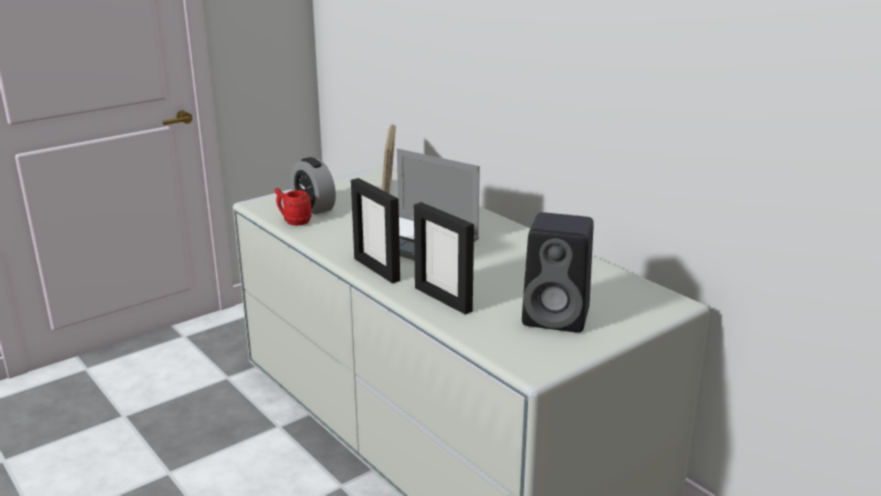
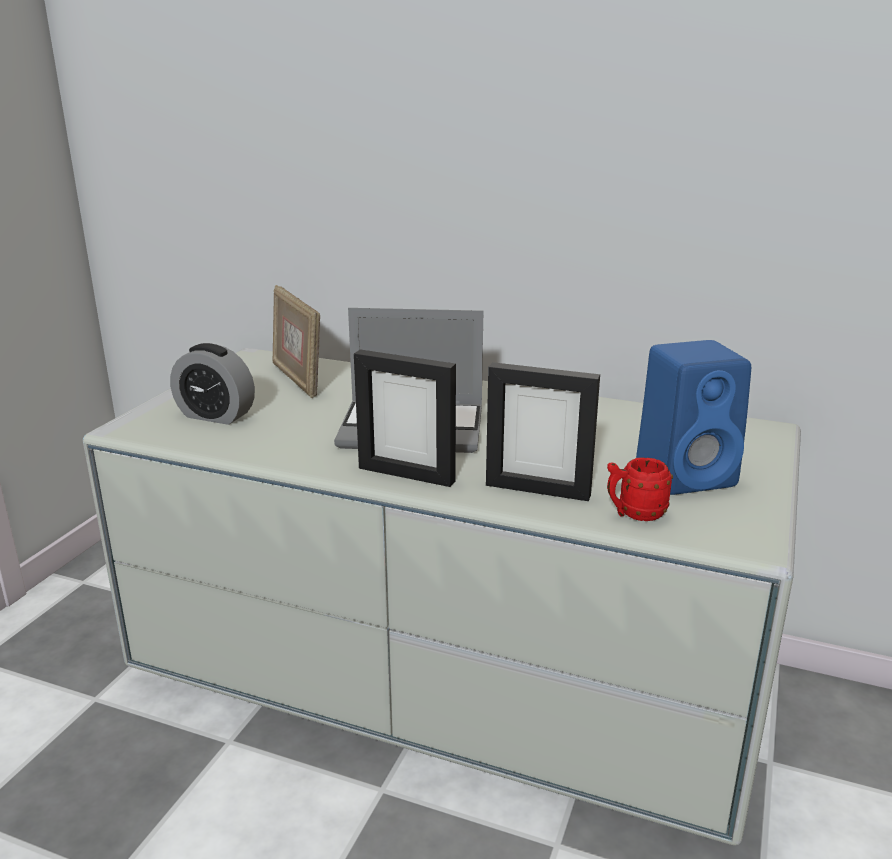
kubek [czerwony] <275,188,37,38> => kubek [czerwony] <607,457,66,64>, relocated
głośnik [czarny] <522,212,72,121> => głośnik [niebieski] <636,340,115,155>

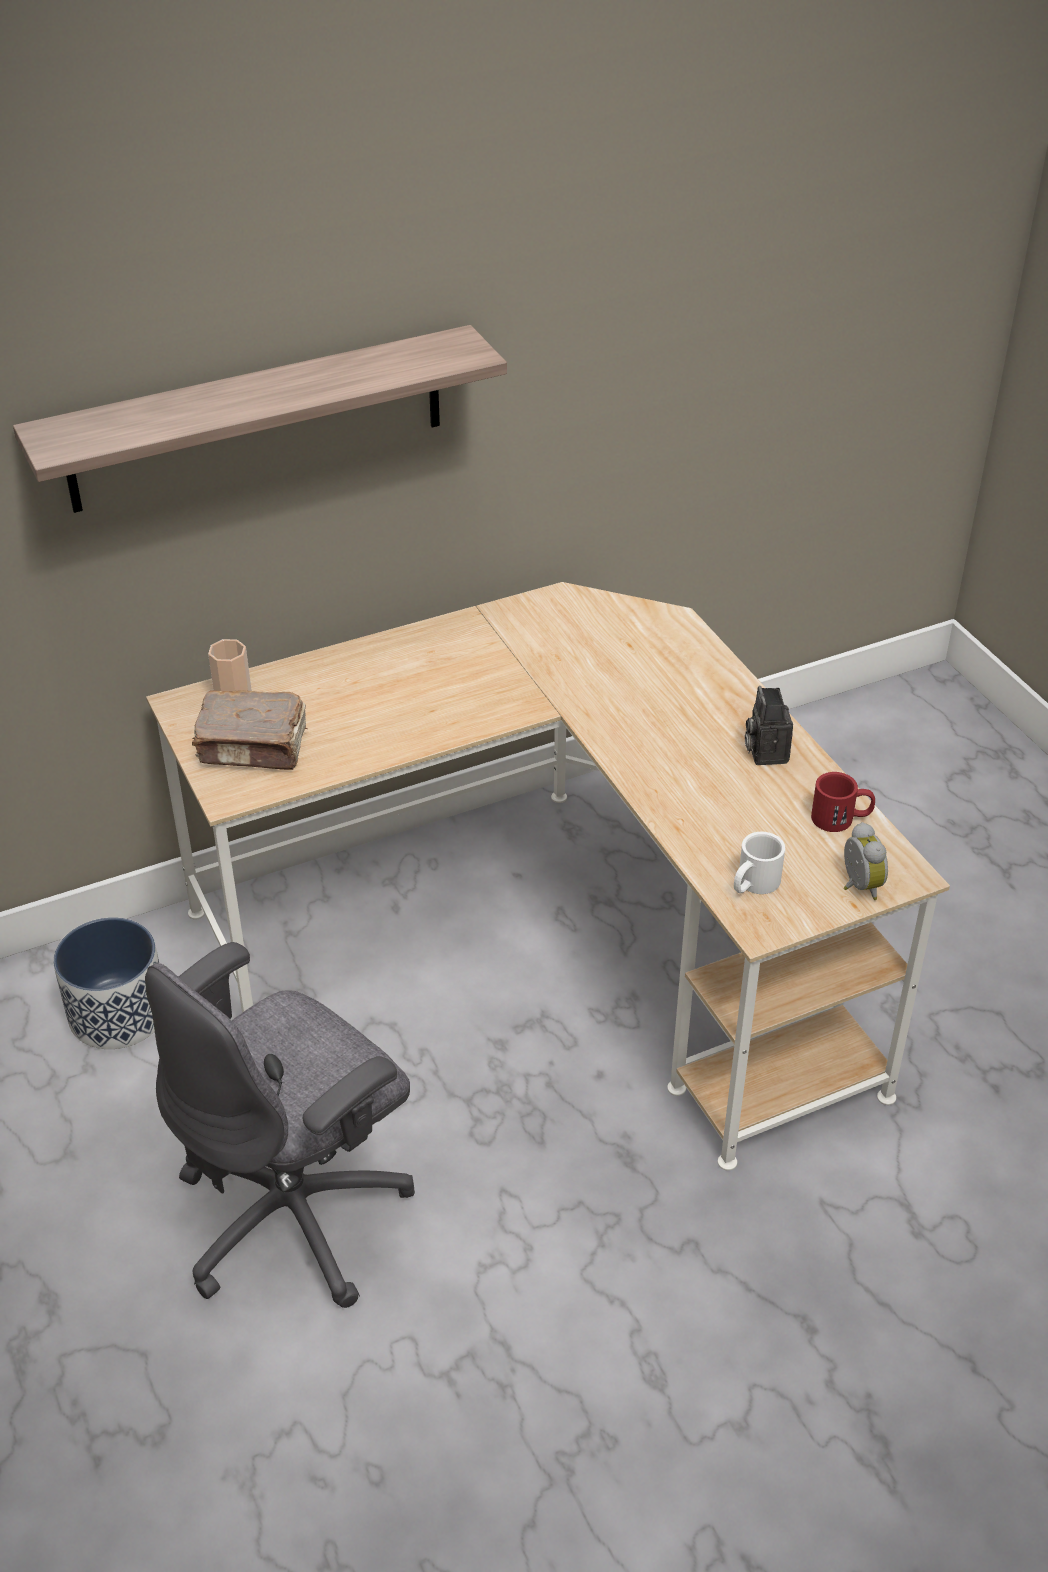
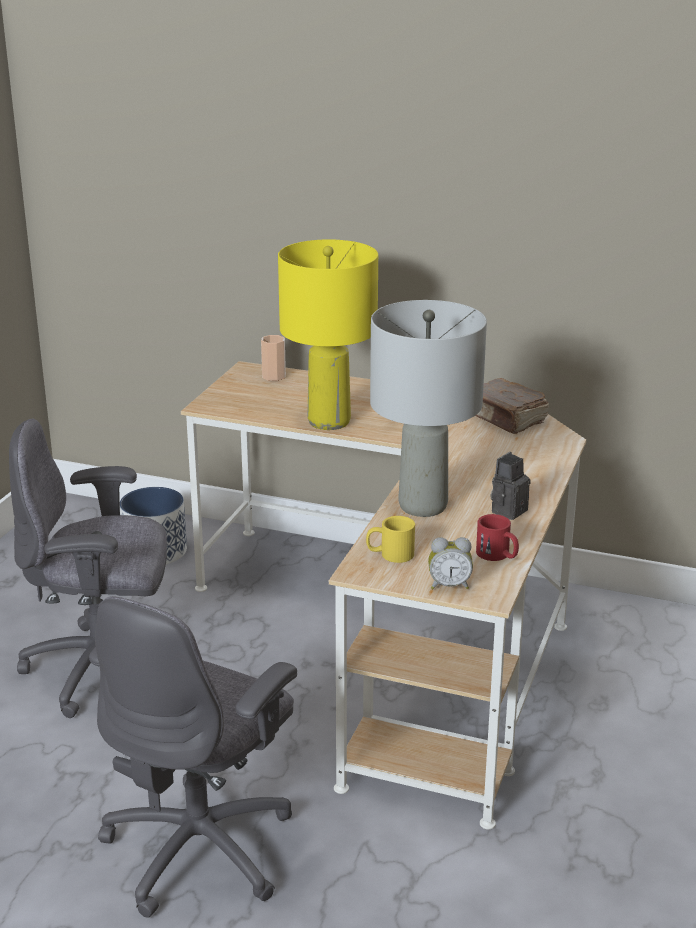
półka <13,325,494,188> => nothing
nothing => krzesło biurowe [szary] <89,596,208,322>
nothing => lampa stołowa [żółty] <278,239,100,191>
nothing => lampa stołowa [szary] <370,300,117,217>
książka [brązowy] <192,690,115,80> => książka [brązowy] <475,378,74,56>, relocated
kubek [biały] <734,832,51,62> => kubek [żółty] <366,516,49,47>
budzik <844,822,44,78> => budzik <428,537,45,52>, 60 degrees clockwise

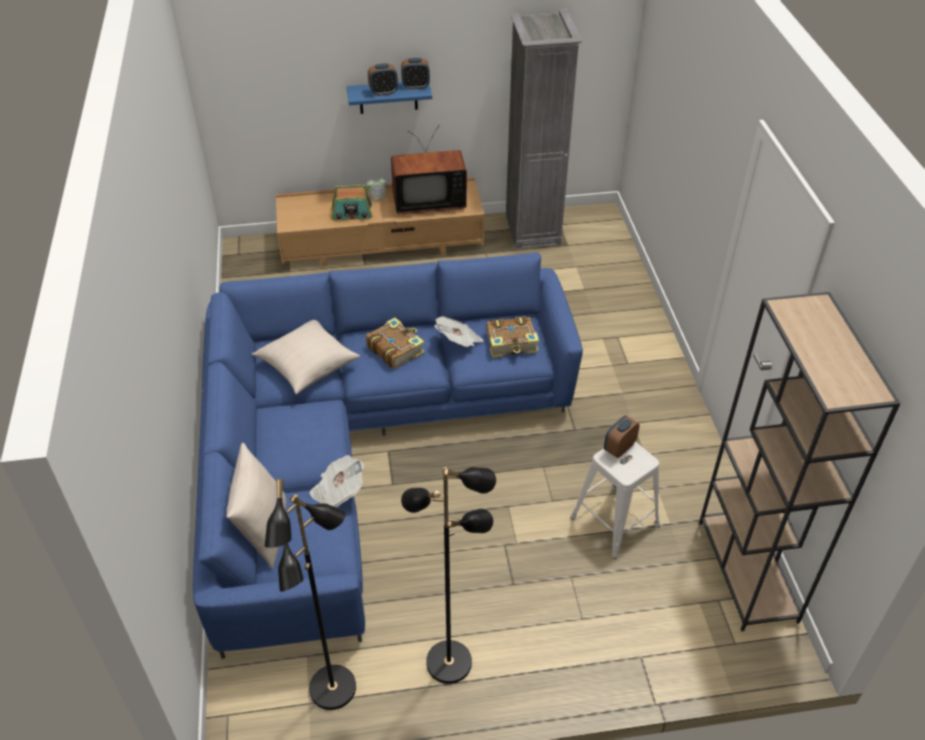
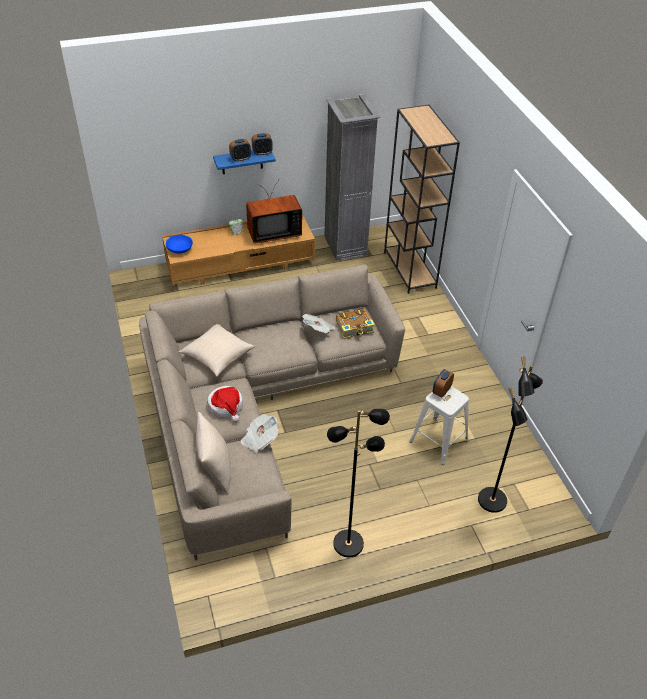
radio <332,185,40,35> => nothing
książka <366,318,59,51> => nothing
nothing => miska [niebieski] <166,235,27,19>
nothing => kapelusz <207,386,36,37>
lampa stojąca [czarny] <264,478,92,232> => lampa stojąca [czarny] <478,357,65,156>, relocated
regał <699,292,202,339> => regał <384,105,76,189>, relocated
kanapa [niebieski] <193,252,390,407> => kanapa [beżowy] <139,264,266,296>

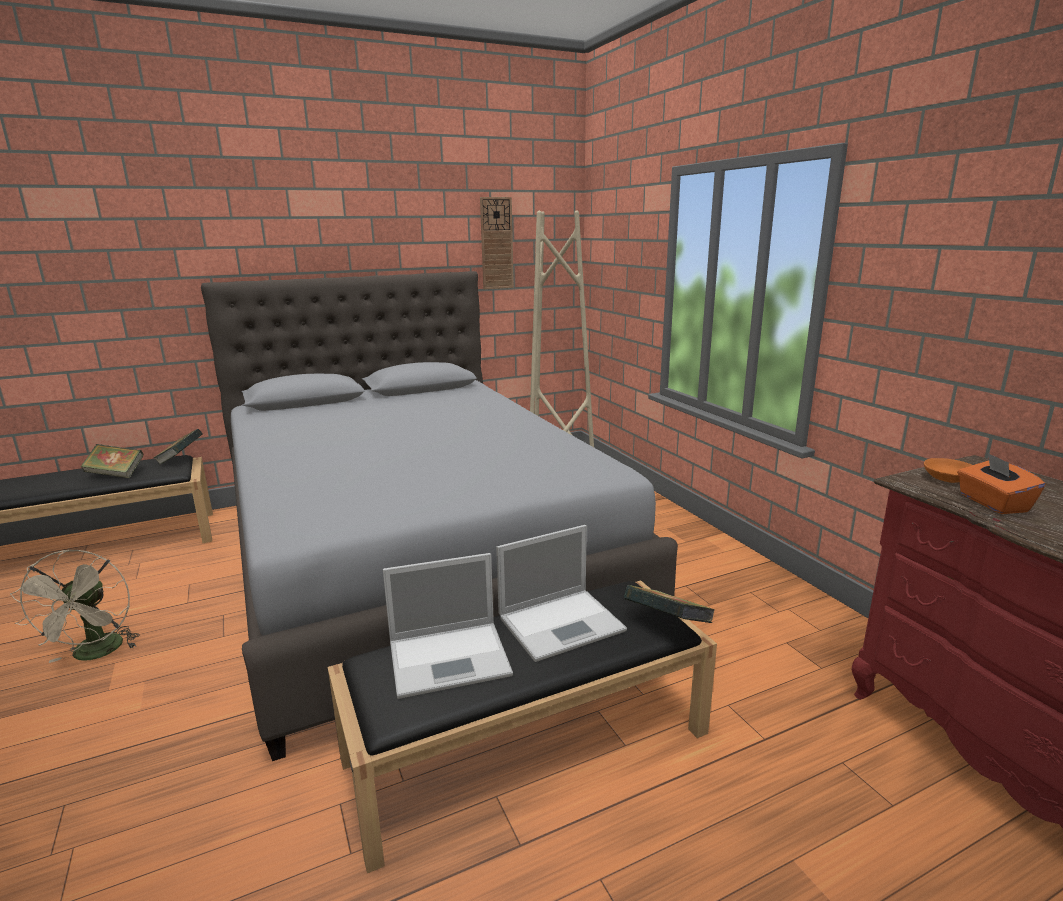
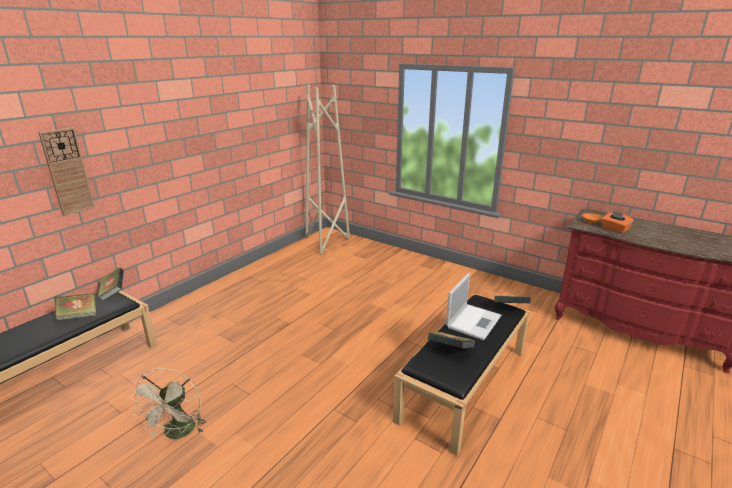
łóżko [szary] <201,271,477,490> => nothing
zegar ścienny <480,197,34,92> => zegar ścienny <38,127,57,89>, relocated
laptop <383,553,130,146> => książka <428,332,47,16>
wentylator [beżowy] <10,549,130,114> => wentylator [beżowy] <129,368,77,71>, 45 degrees clockwise

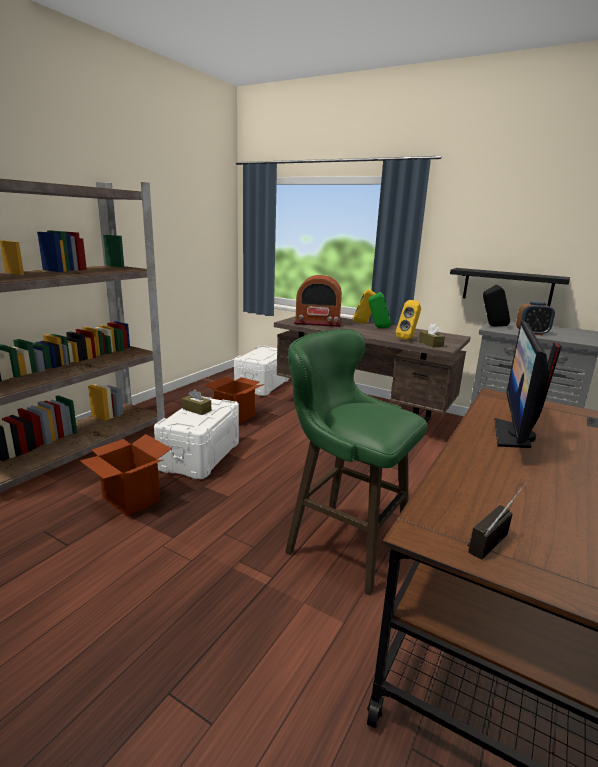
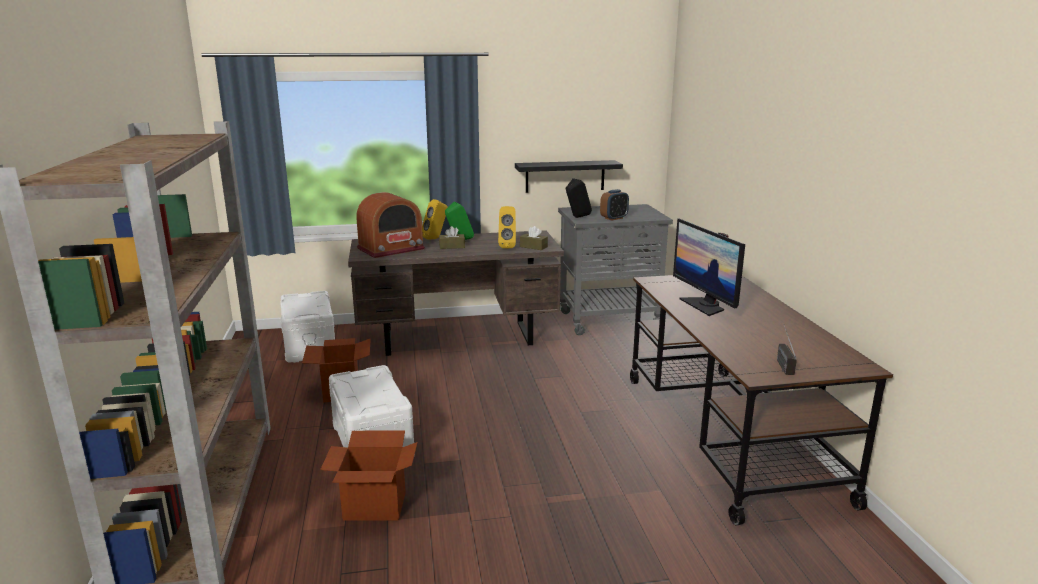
stołek [zielony] <285,329,143,267> => nothing
pudełko chusteczek [brązowy] <182,389,29,26> => pudełko chusteczek [brązowy] <439,226,26,23>, relocated

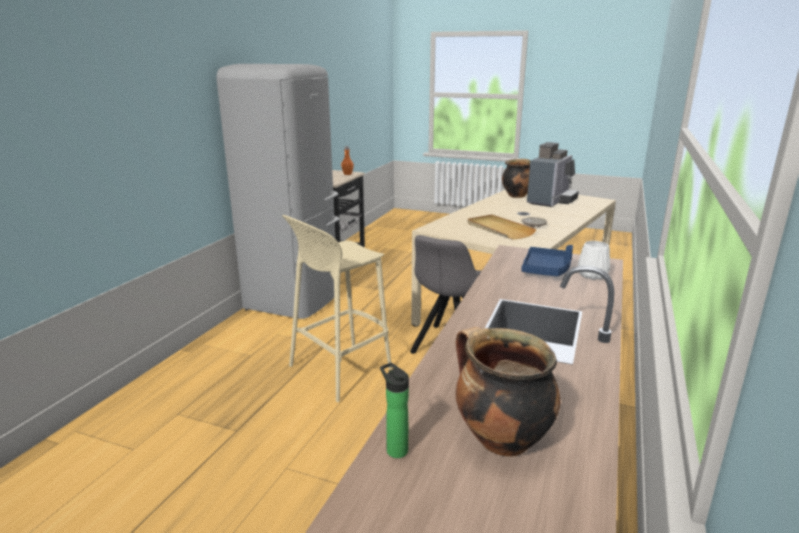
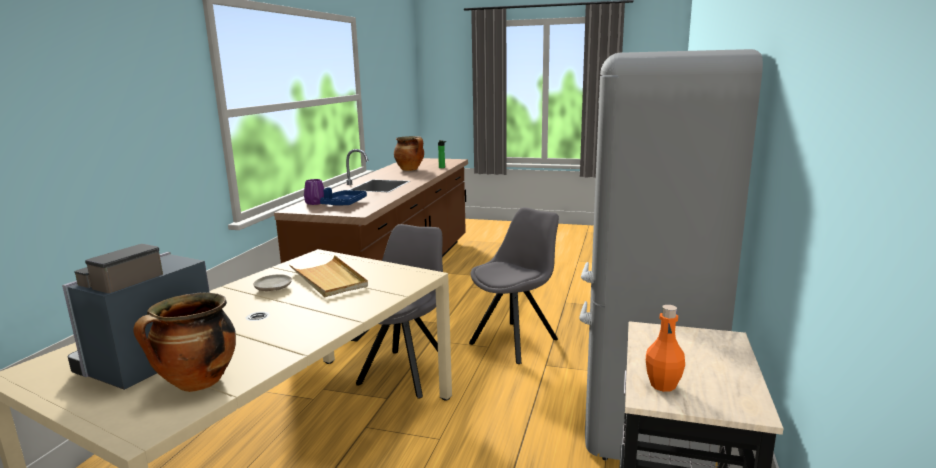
stołek [beżowy] <282,215,110,187> => krzesło [szary] <469,207,90,157>
wazon [biały] <577,241,33,39> => wazon [fioletowy] <304,179,20,26>

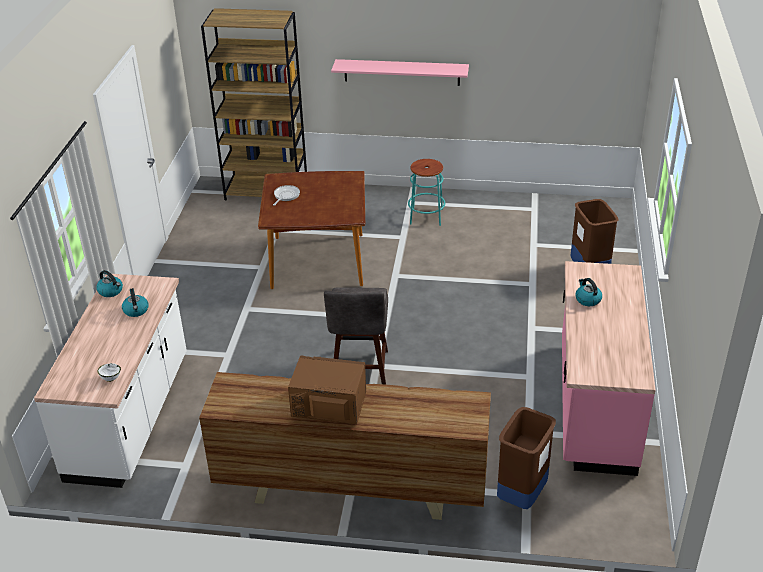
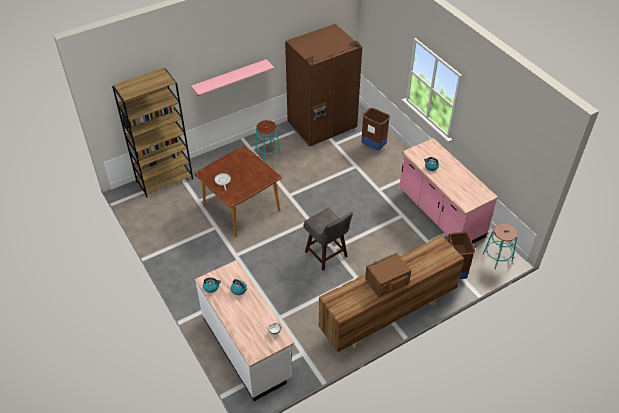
nothing => lodówka [brązowy] <285,24,77,123>
nothing => stołek [turkusowy] <483,223,34,46>

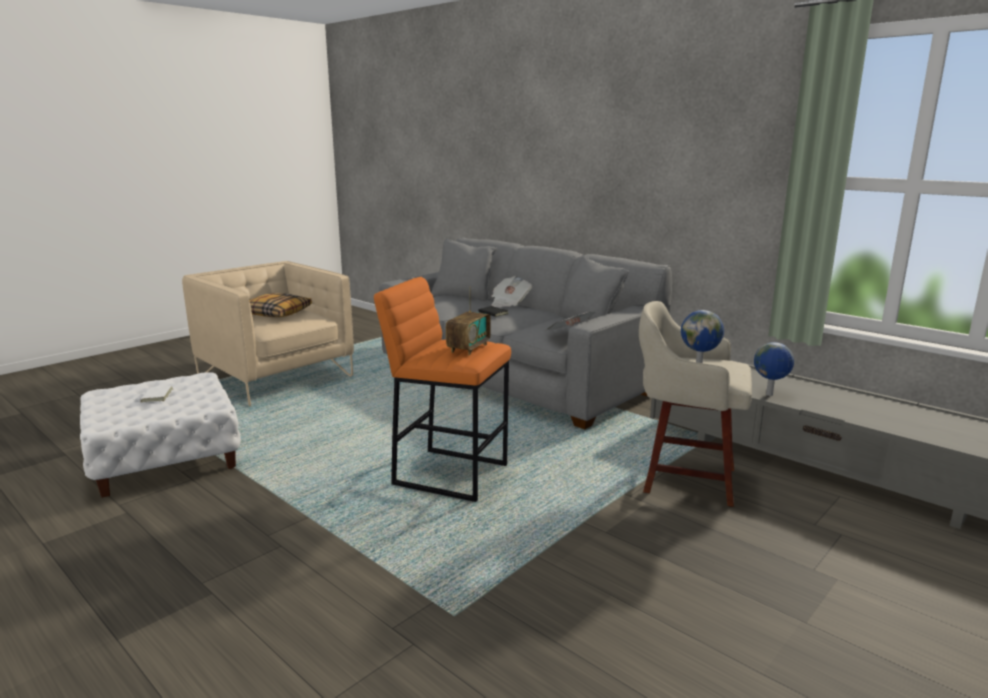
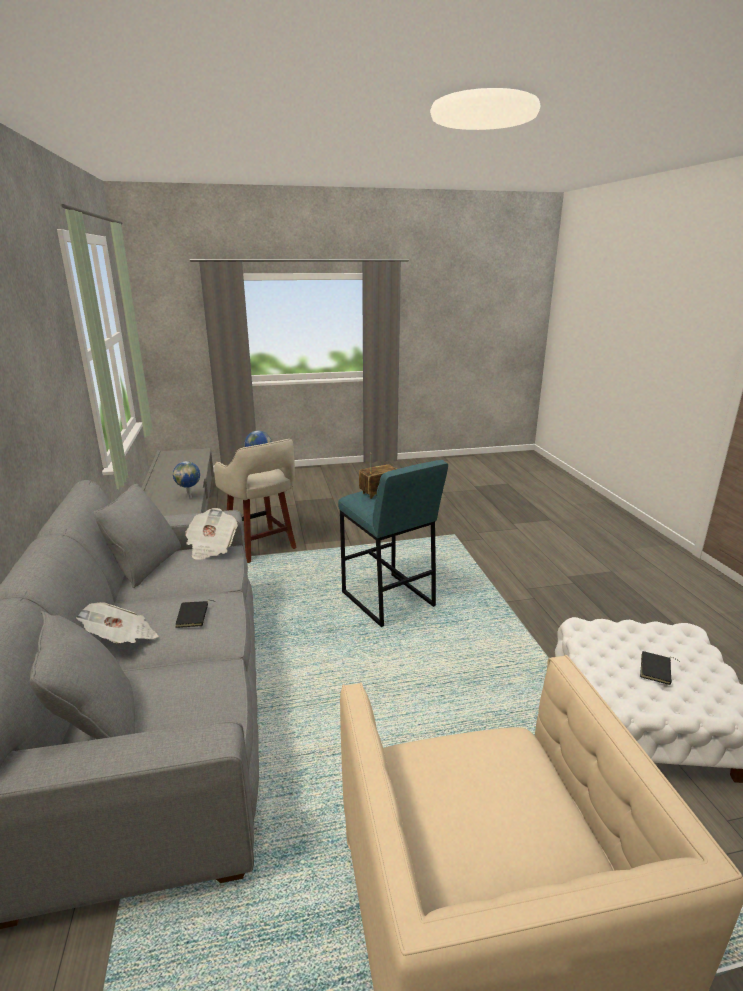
poduszka <249,293,63,24> => nothing
książka [biały] <133,386,40,16> => książka [czarny] <640,651,39,34>
stołek [pomarańczowy] <374,277,137,225> => stołek [turkusowy] <338,460,110,167>

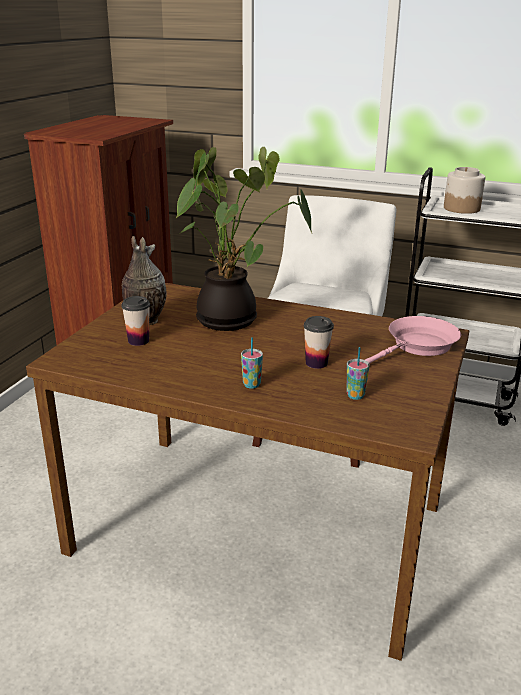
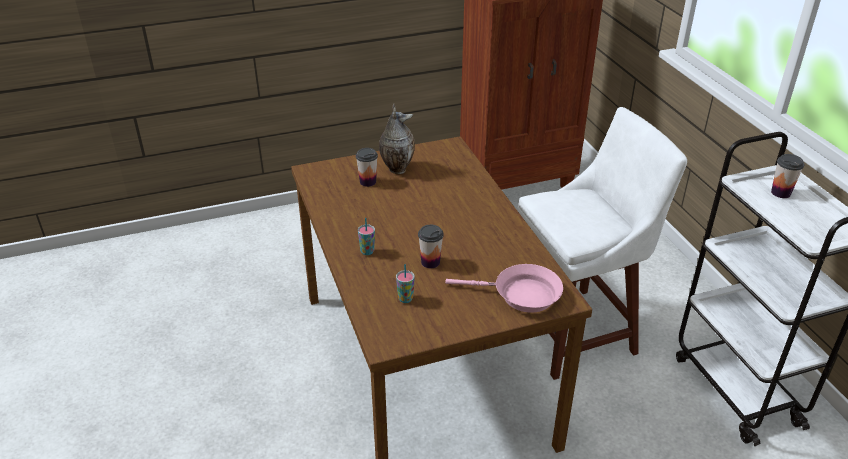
roślina doniczkowa <175,147,137,184> => nothing
słoik <444,167,41,47> => filiżanka <771,154,33,44>

